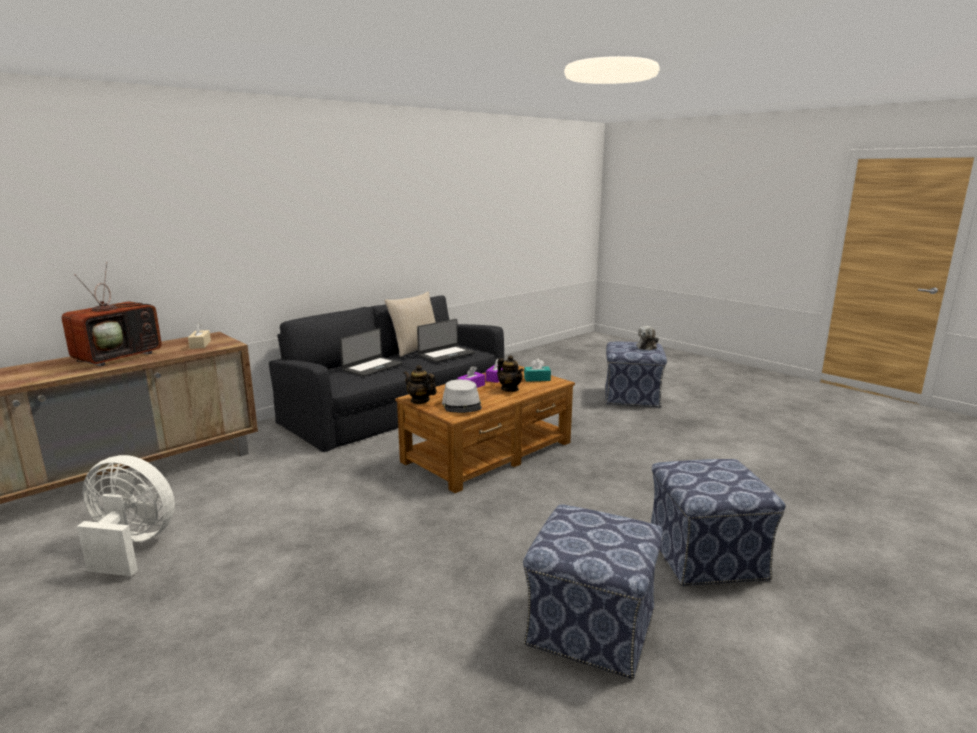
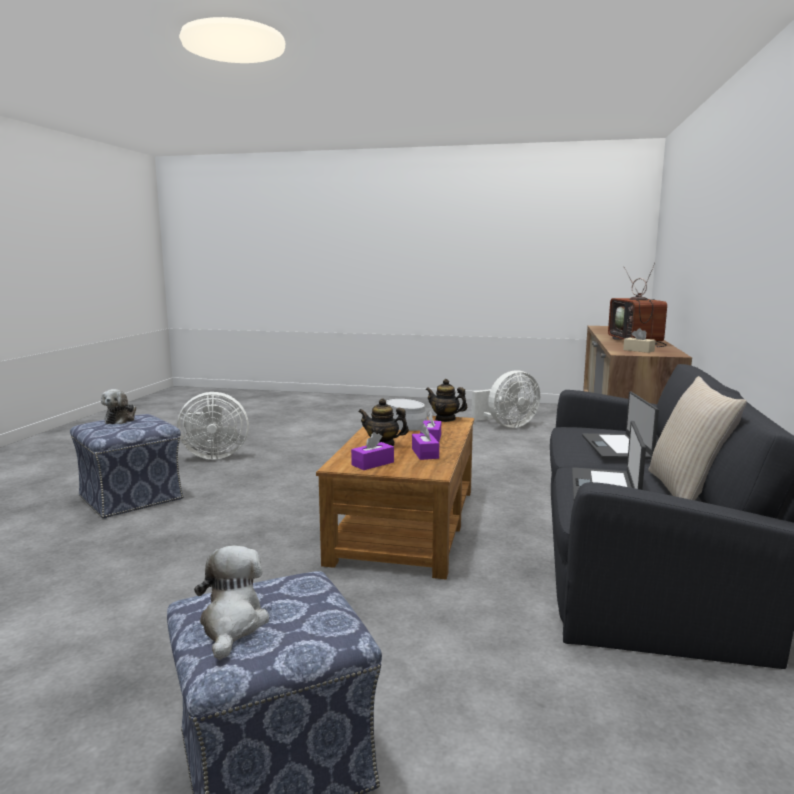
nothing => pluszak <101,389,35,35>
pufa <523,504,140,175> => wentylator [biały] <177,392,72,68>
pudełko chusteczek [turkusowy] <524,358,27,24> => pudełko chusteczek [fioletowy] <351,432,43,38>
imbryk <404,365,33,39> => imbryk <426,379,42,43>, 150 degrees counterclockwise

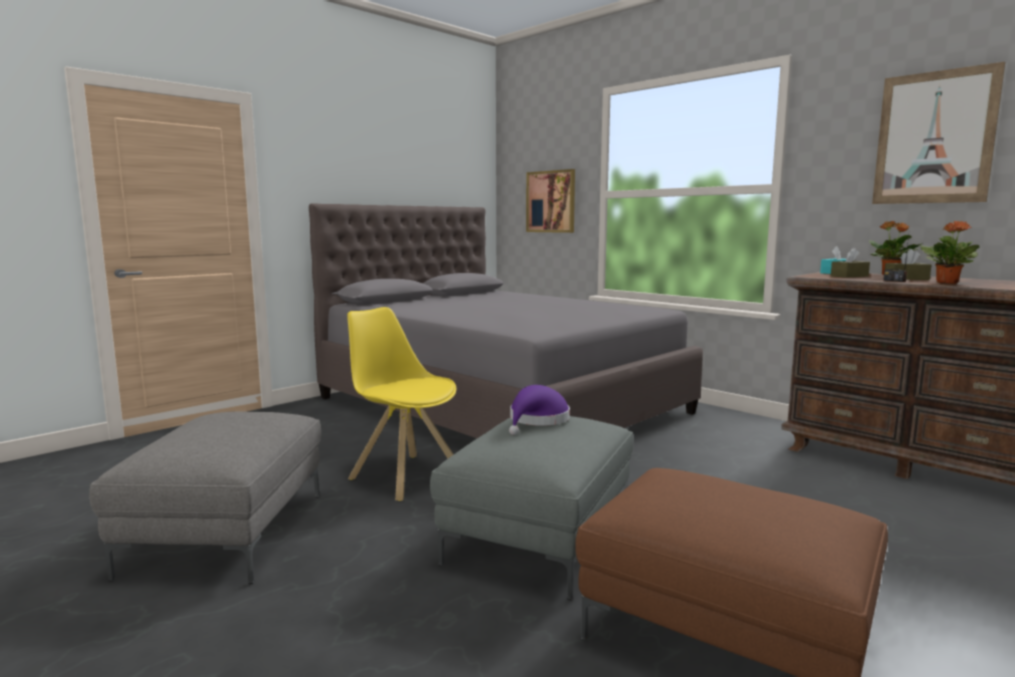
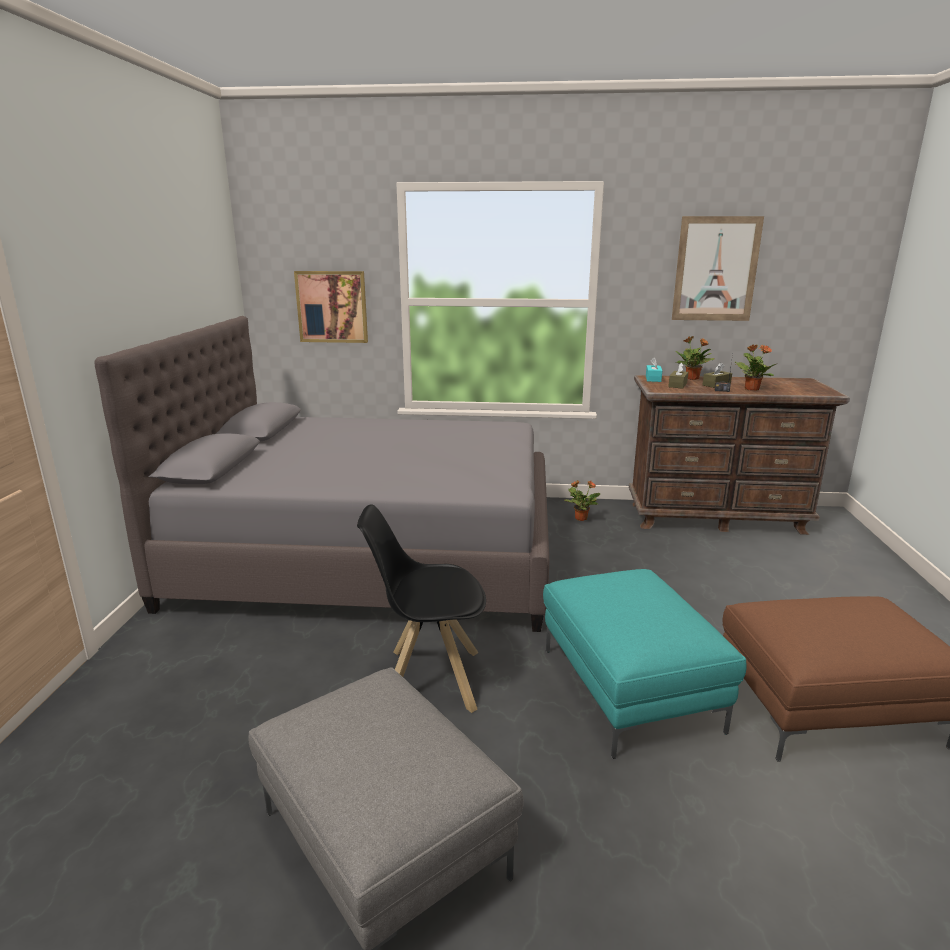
kapelusz [fioletowy] <509,385,61,50> => nothing
nothing => roślina doniczkowa <564,481,36,40>
krzesło [żółty] <347,307,109,194> => krzesło [czarny] <357,504,129,209>
pufa [szary] <430,415,204,185> => pufa [turkusowy] <543,569,204,190>

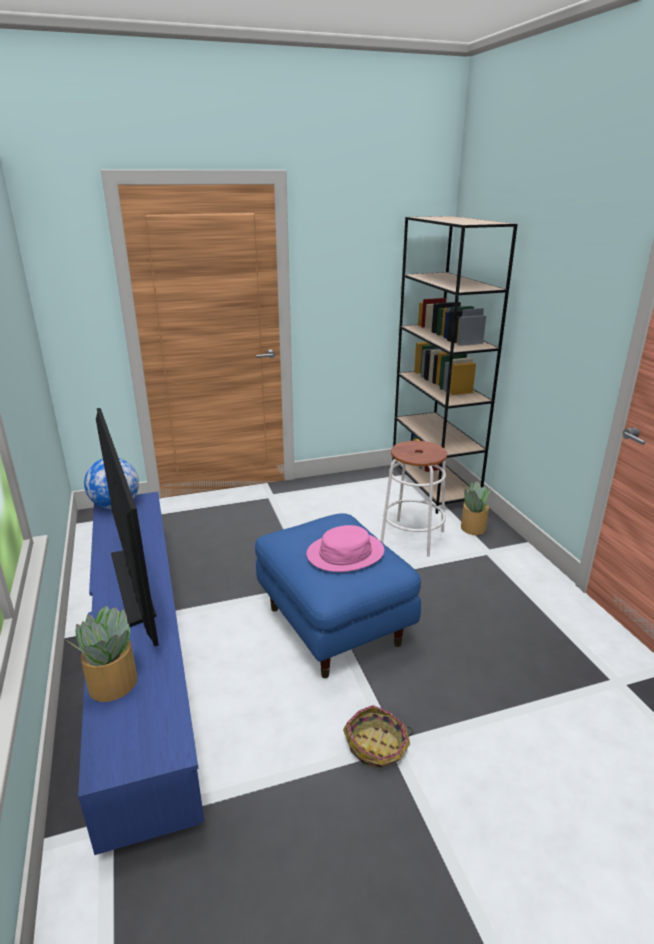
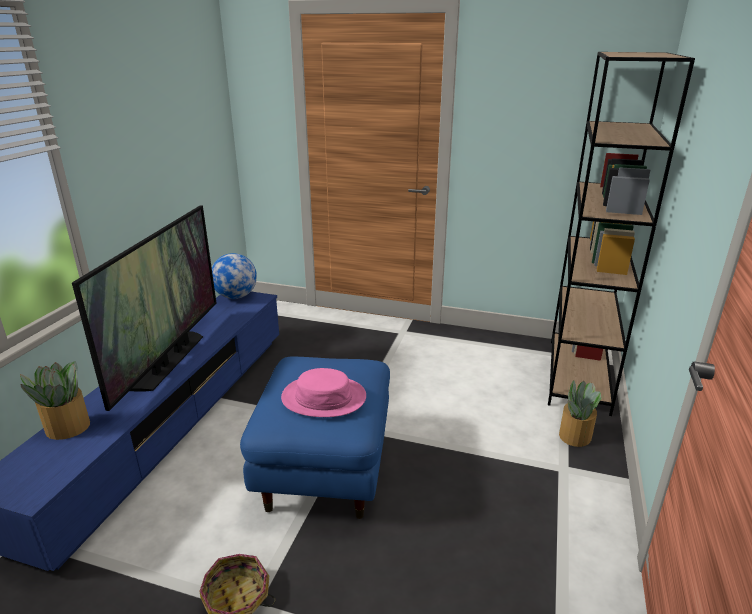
stołek [biały] <380,441,67,116> => nothing

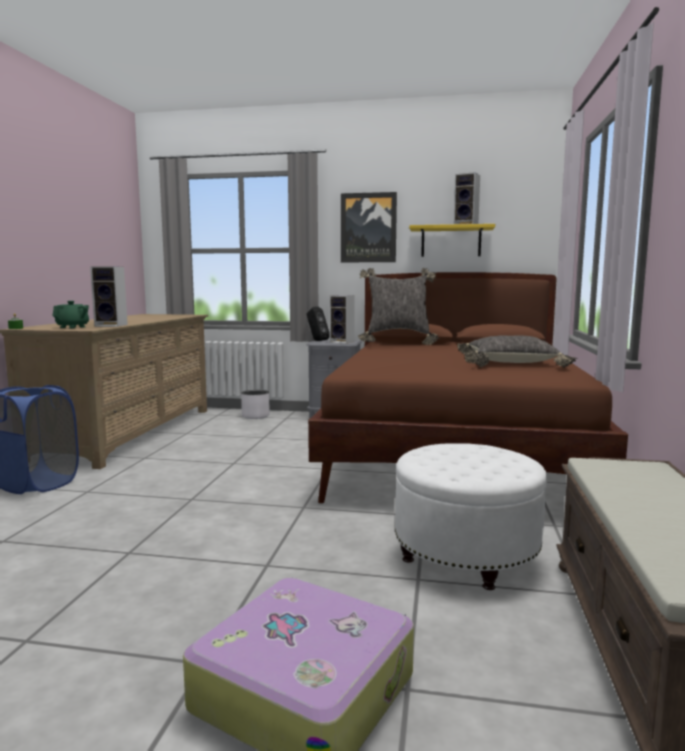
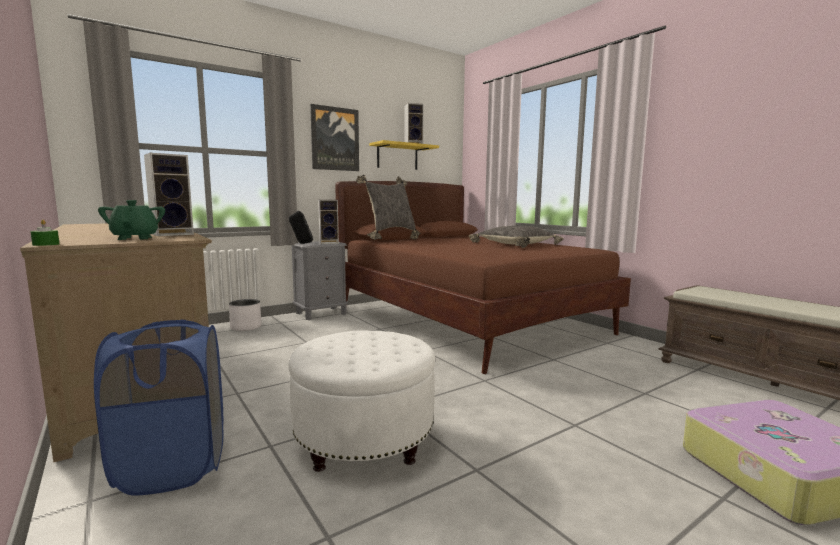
pufa [biały] <395,443,152,147> => pufa [biały] <289,331,146,141>, relocated

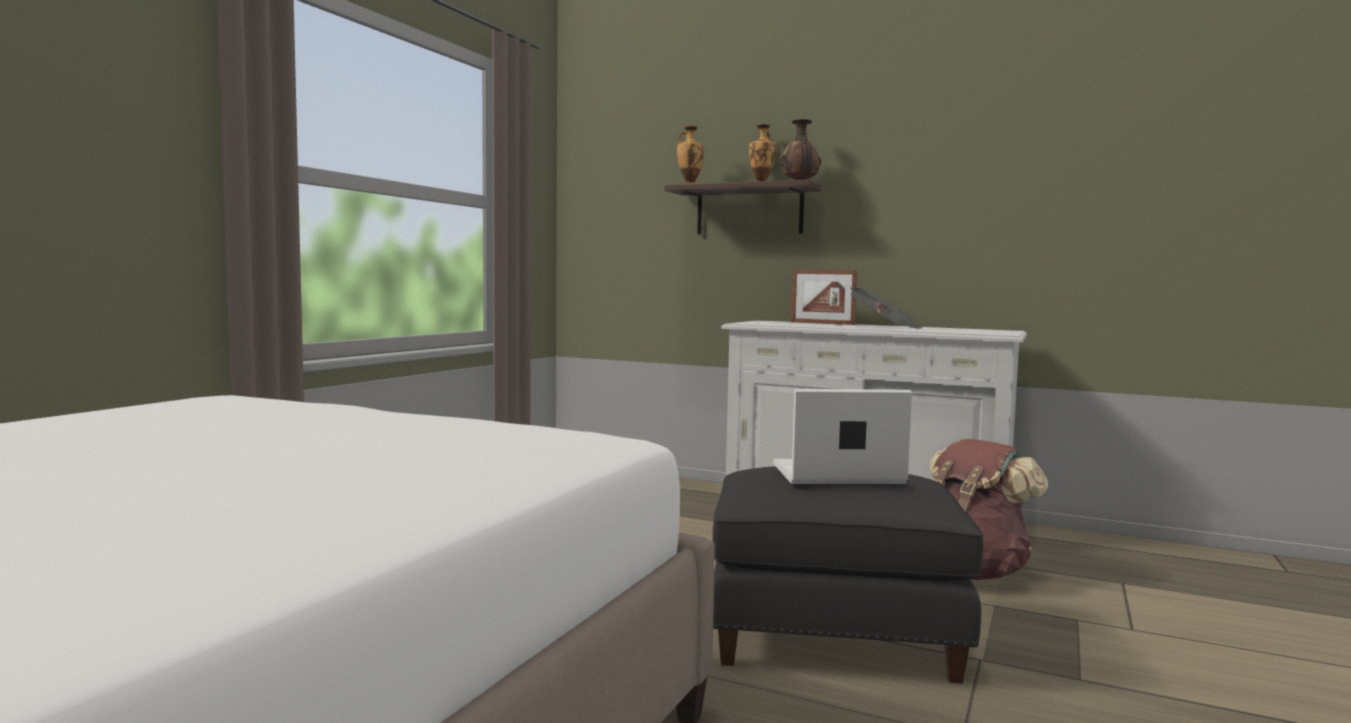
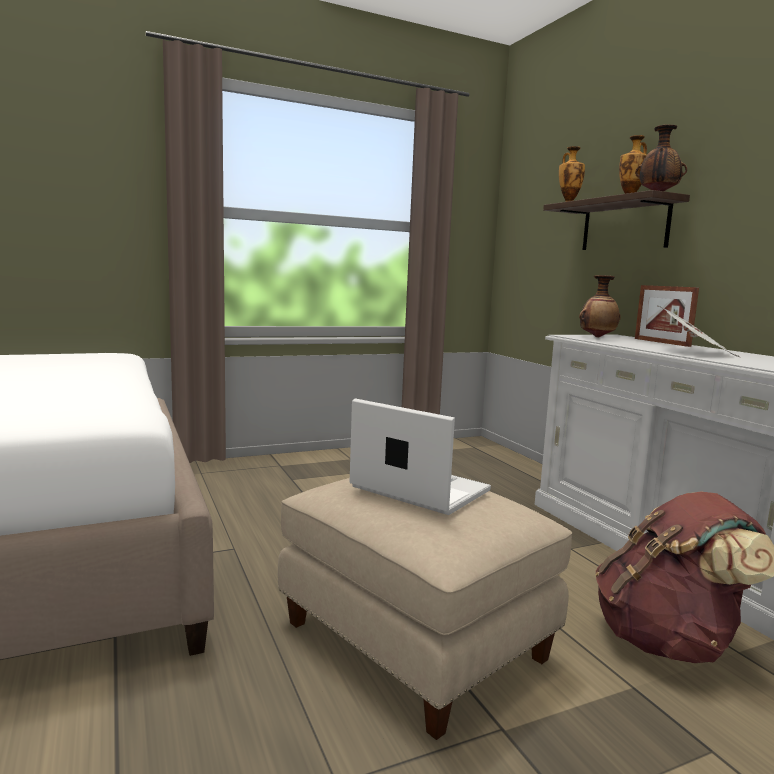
nothing => wazon <579,275,42,63>
pufa [czarny] <713,466,270,218> => pufa [beżowy] <278,478,294,262>

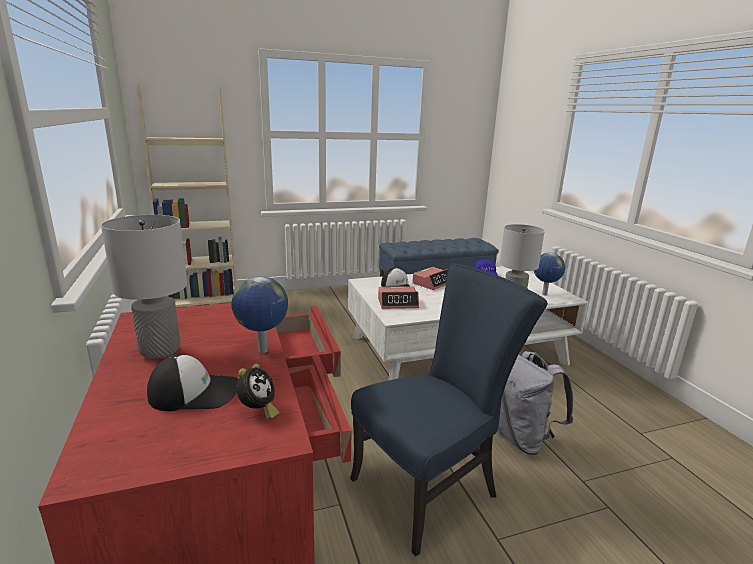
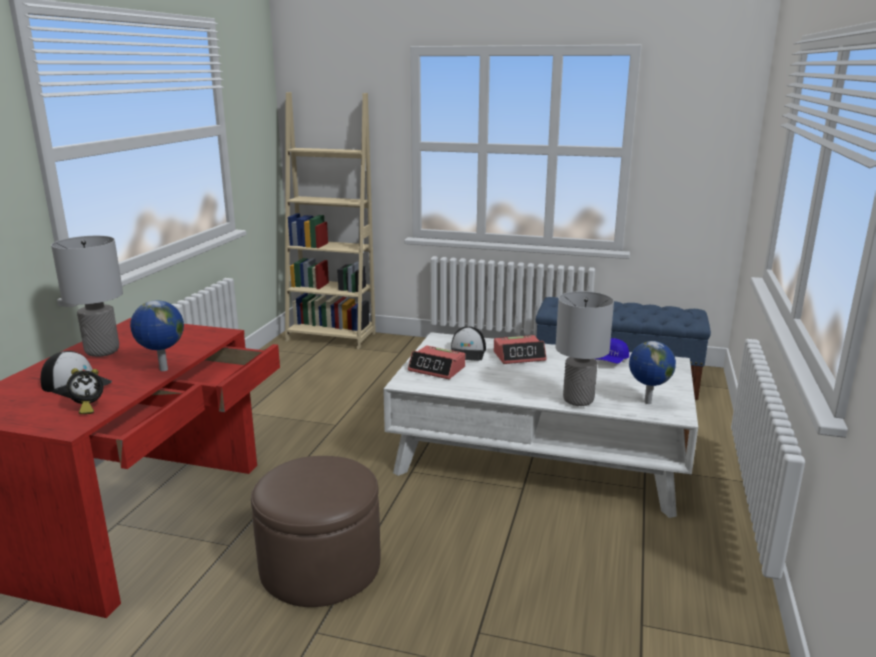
plecak [szary] <498,351,75,104> => nothing
krzesło [niebieski] <350,263,198,294> => pufa [brązowy] <251,456,130,151>

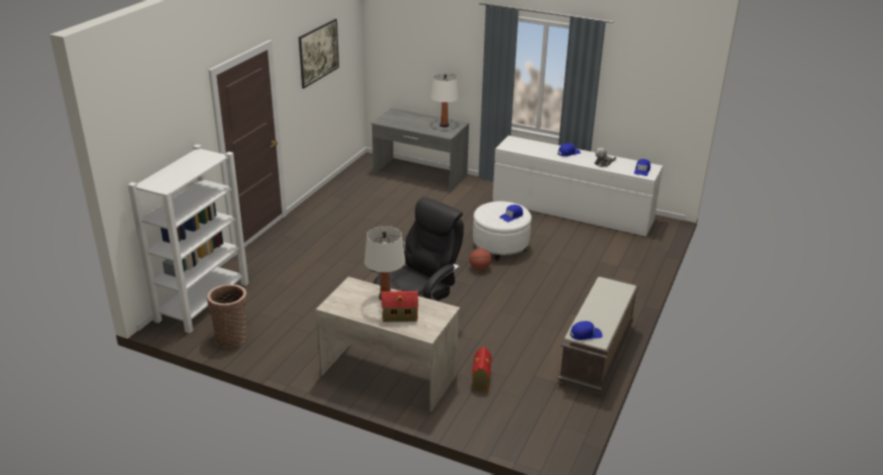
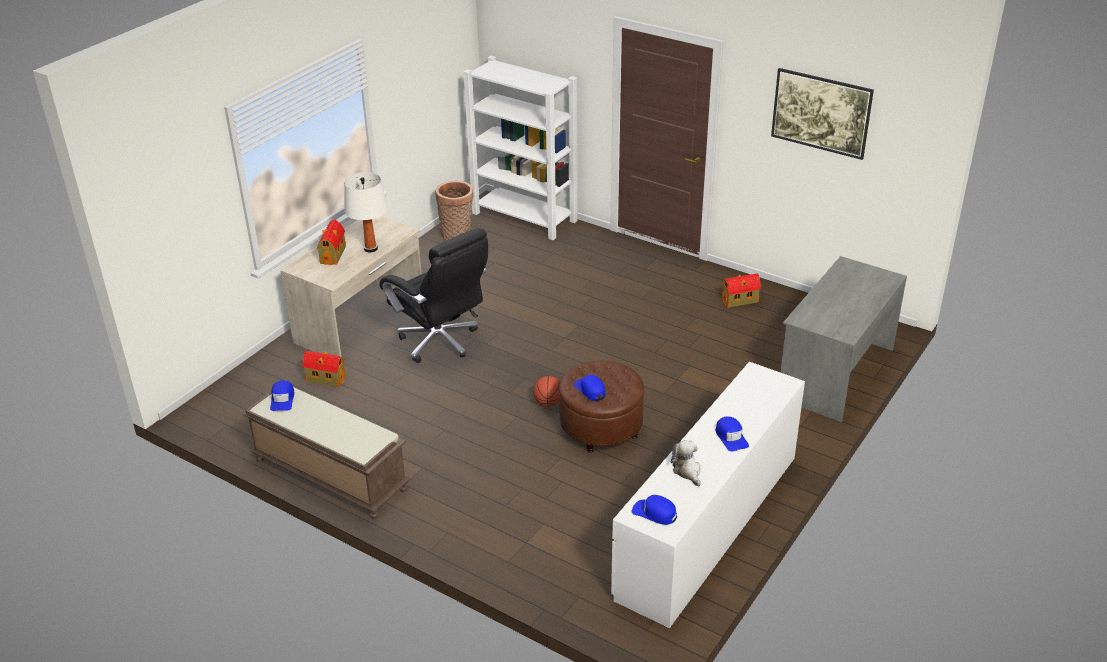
lampa stołowa [biały] <431,73,28,54> => nothing
nothing => domek <722,273,39,35>
pufa [biały] <473,201,59,60> => pufa [brązowy] <559,361,85,92>

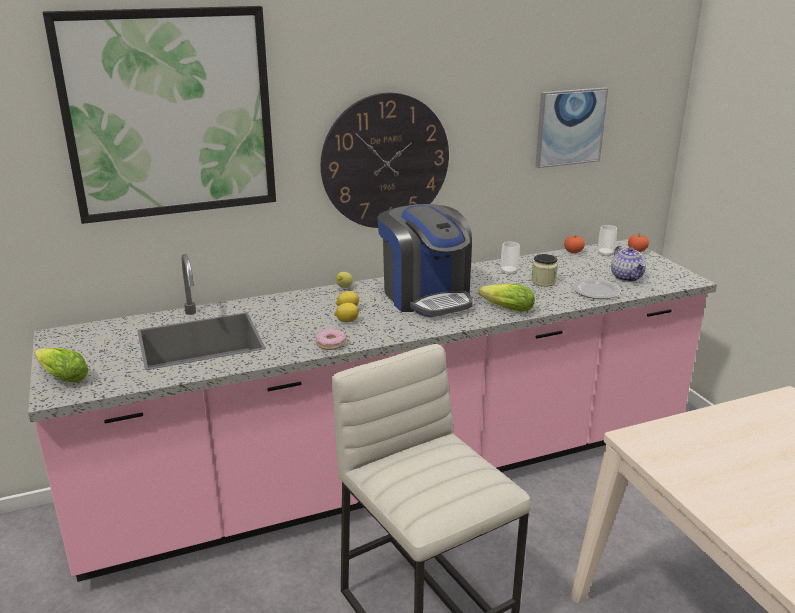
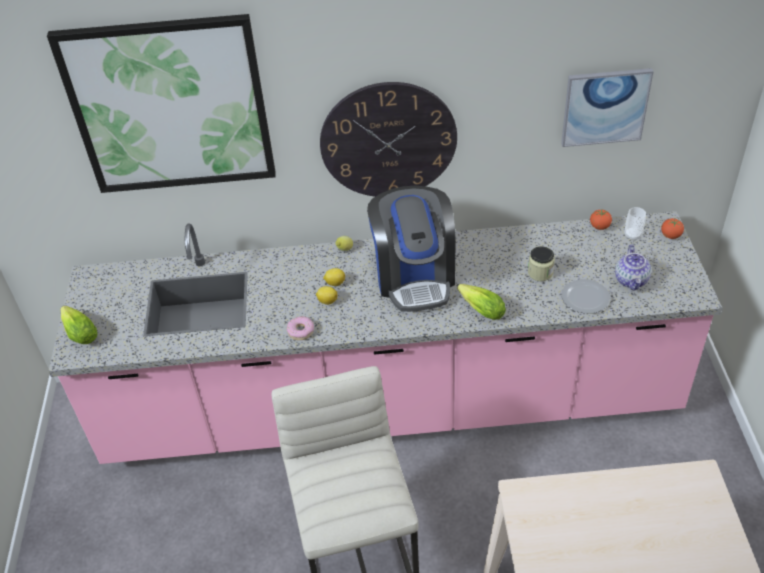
filiżanka <501,242,19,33> => nothing

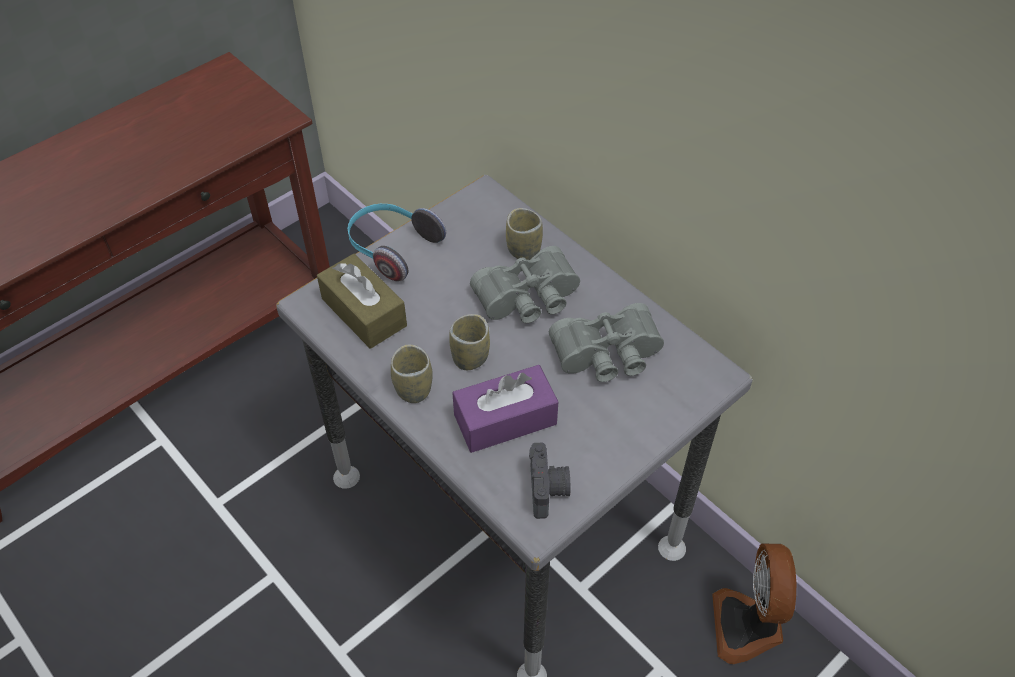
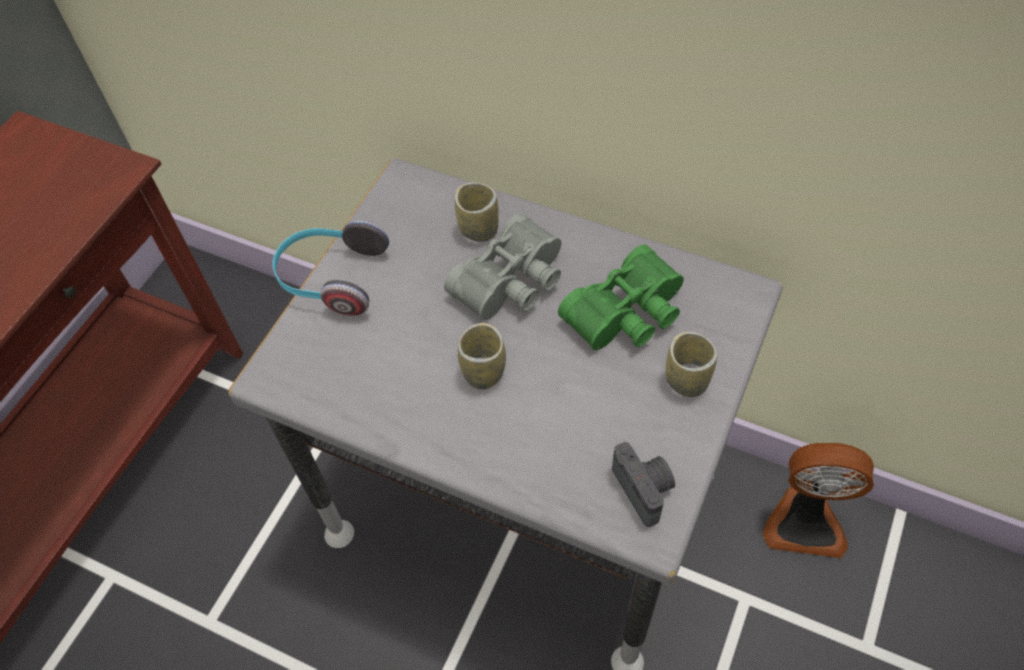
pudełko chusteczek [brązowy] <317,254,90,95> => nothing
pudełko chusteczek [fioletowy] <453,365,105,88> => nothing
filiżanka <391,344,42,59> => filiżanka <666,332,51,65>, relocated
lornetka [szary] <549,303,115,79> => lornetka [zielony] <558,244,126,106>
wentylator <712,543,84,121> => wentylator <763,443,111,115>, 60 degrees counterclockwise

